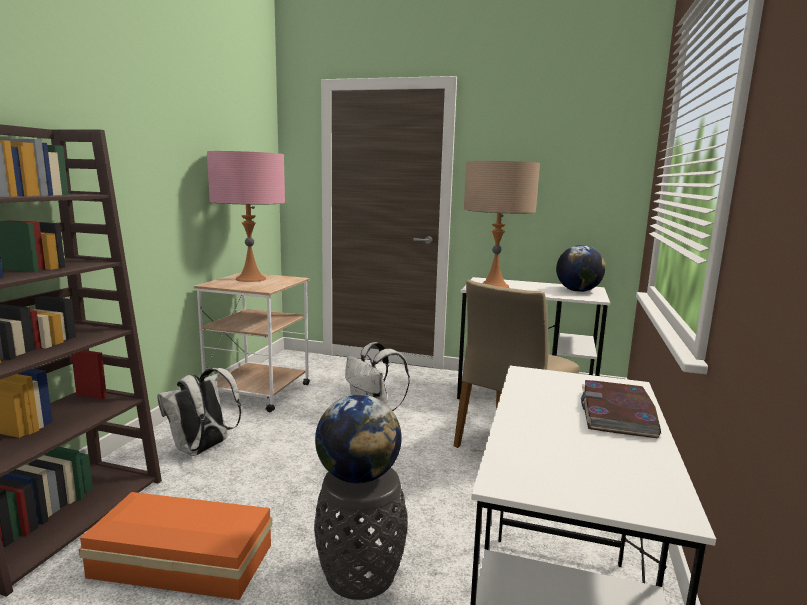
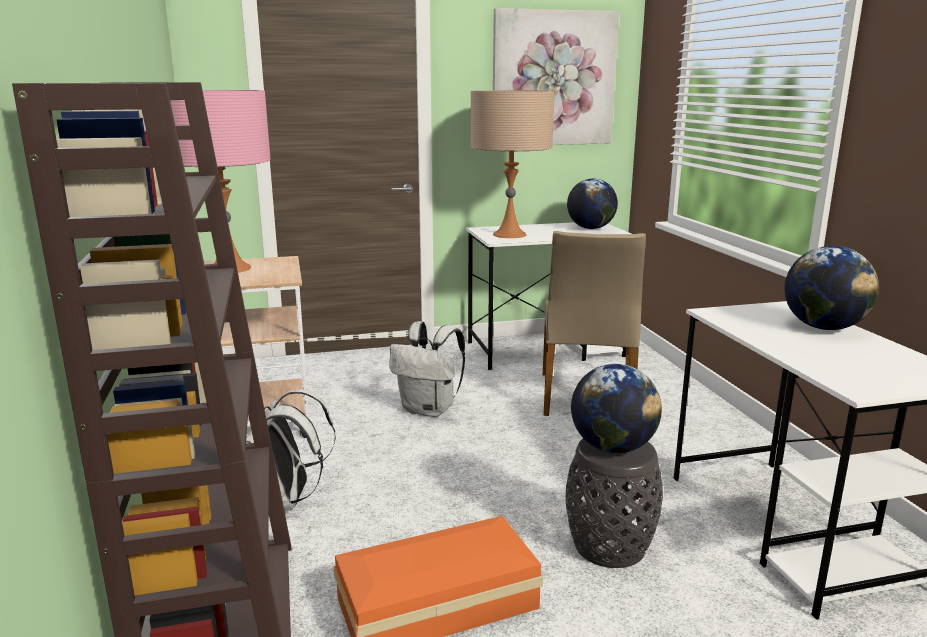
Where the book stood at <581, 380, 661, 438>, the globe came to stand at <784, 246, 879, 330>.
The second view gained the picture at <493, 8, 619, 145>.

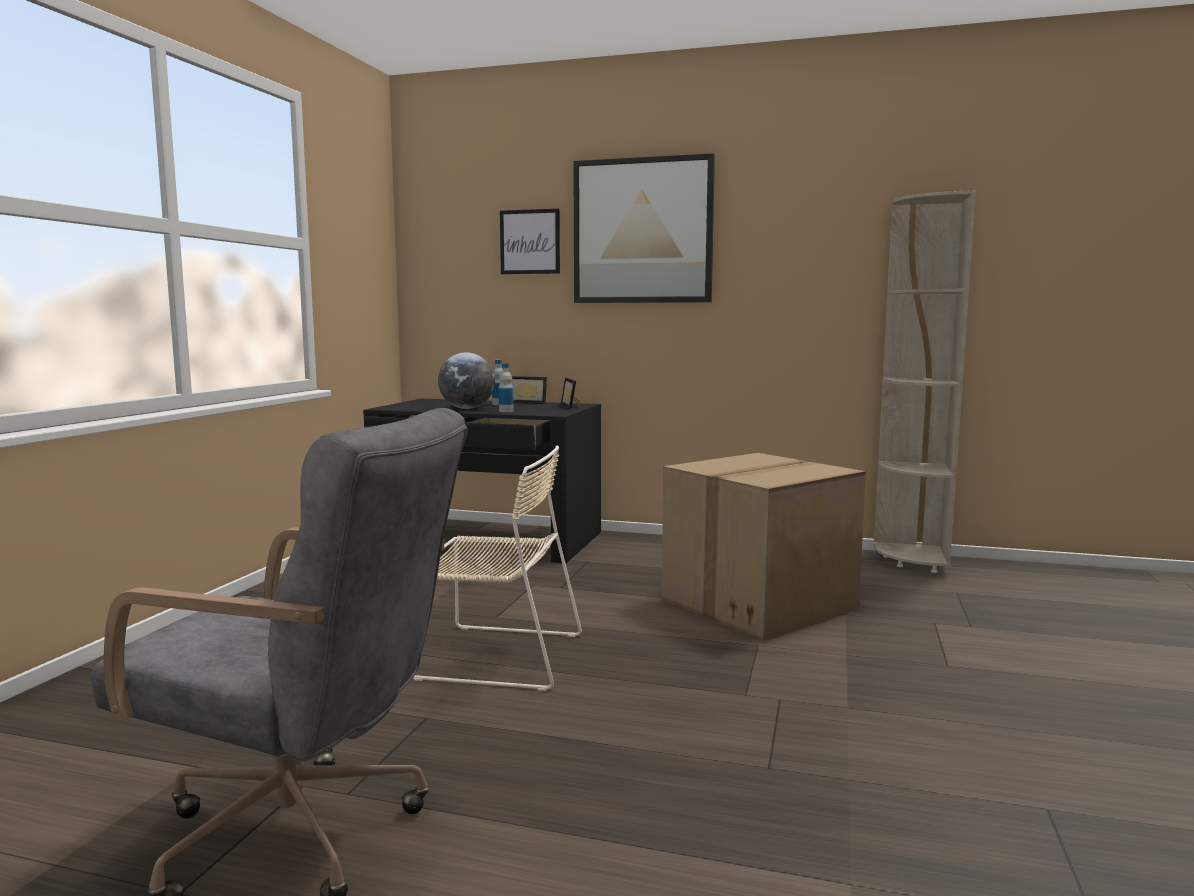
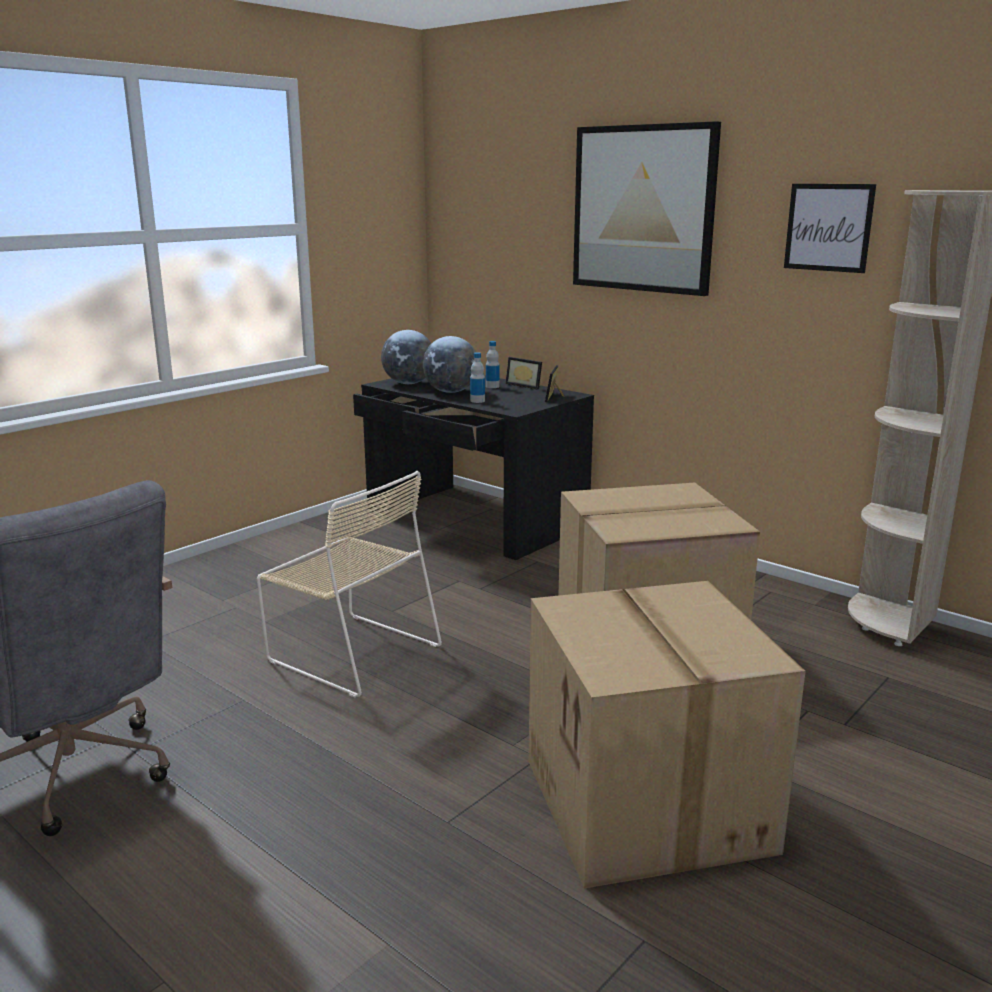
The picture ended up elsewhere, having gone from <500, 209, 560, 274> to <784, 184, 876, 273>.
The second view gained the globe at <381, 330, 431, 384>.
The second view gained the cardboard box at <529, 581, 806, 888>.

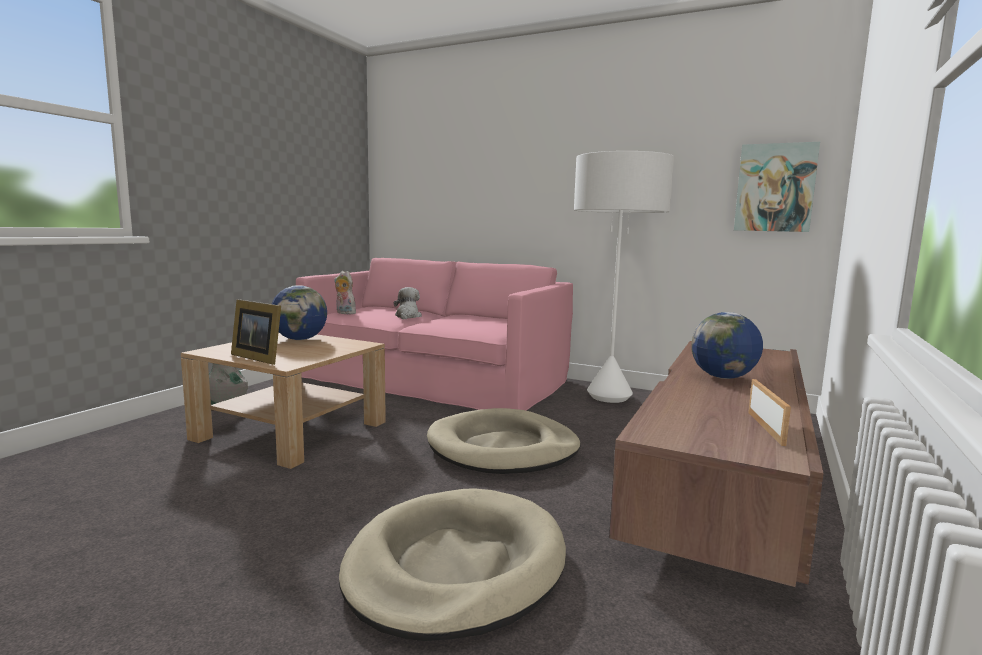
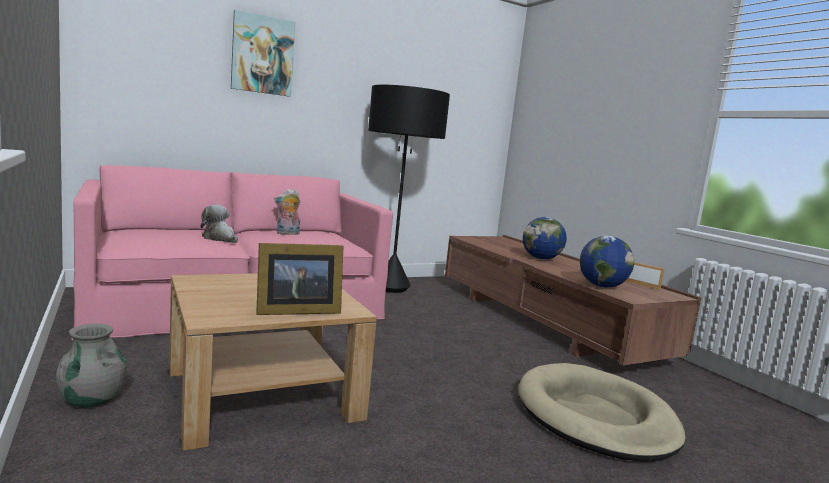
The picture ended up elsewhere, having gone from <734, 142, 820, 232> to <231, 10, 295, 97>.
What was the white floor lamp at <574, 151, 674, 403> turned into the black floor lamp at <368, 85, 450, 293>.
The plush toy ended up elsewhere, having gone from <334, 271, 357, 314> to <274, 189, 300, 235>.
The globe ended up elsewhere, having gone from <272, 285, 327, 340> to <580, 236, 634, 288>.
The second view lost the beige dog bed at <427, 408, 580, 474>.

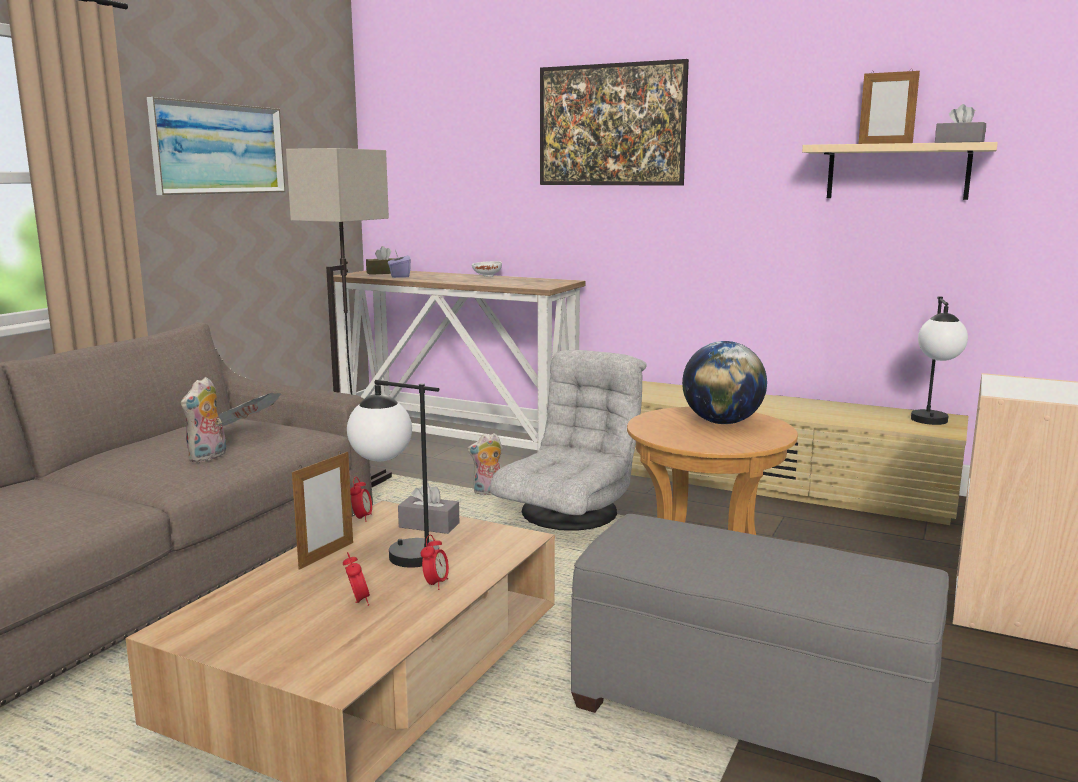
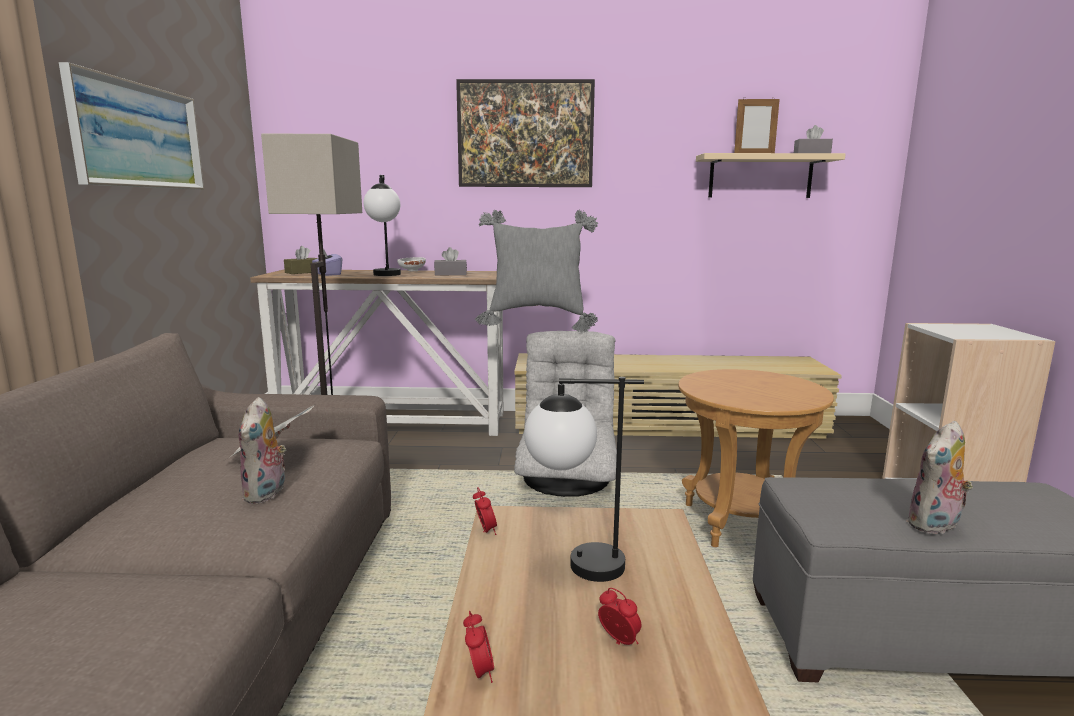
The table lamp ended up elsewhere, having gone from <911, 296, 968, 425> to <364, 175, 401, 276>.
The second view lost the globe at <682, 341, 767, 424>.
The plush toy ended up elsewhere, having gone from <467, 433, 503, 495> to <906, 421, 973, 535>.
The second view lost the picture frame at <292, 451, 353, 570>.
The grey tissue box ended up elsewhere, having gone from <398, 482, 459, 534> to <434, 247, 467, 275>.
The alarm clock ended up elsewhere, having gone from <421, 535, 449, 590> to <463, 611, 494, 683>.
The second view gained the grey pillow at <474, 210, 598, 333>.

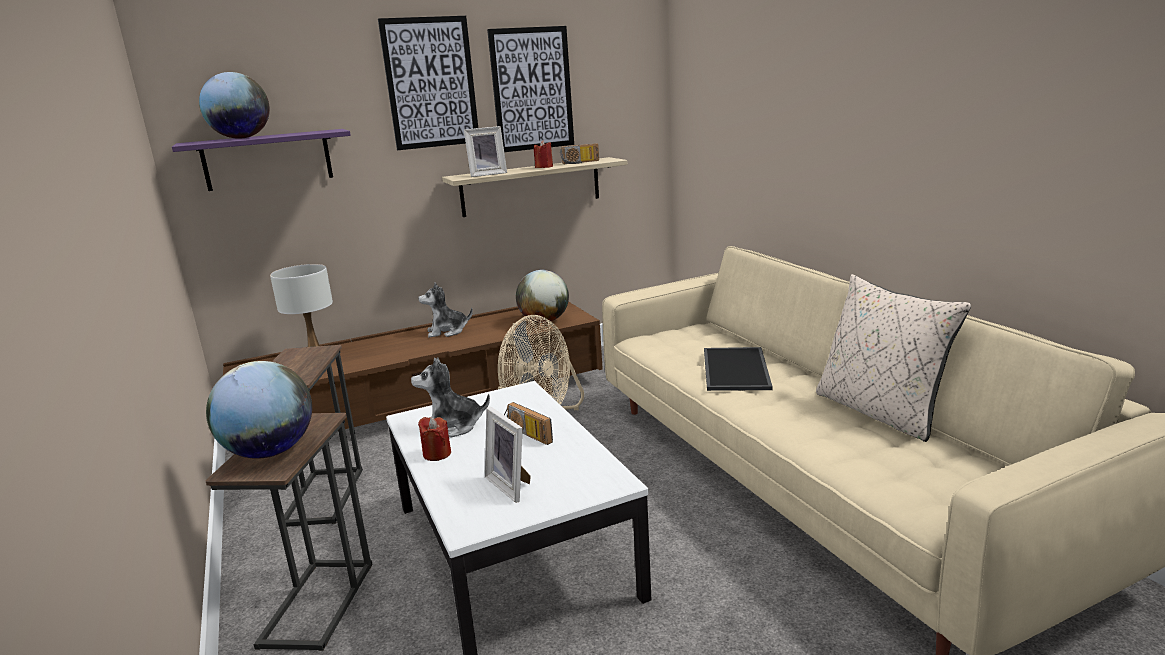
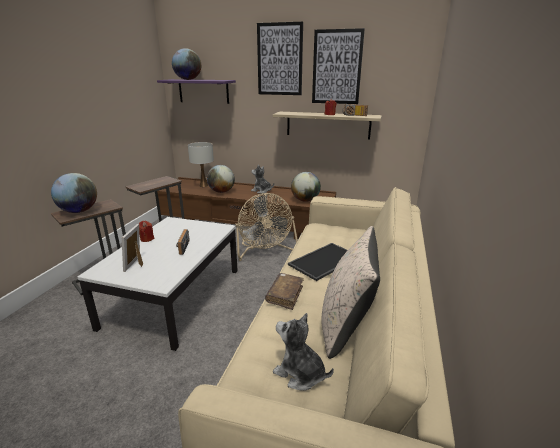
The second view lost the picture frame at <464, 126, 507, 177>.
The plush toy ended up elsewhere, having gone from <411, 357, 490, 438> to <273, 313, 334, 391>.
The second view gained the globe at <207, 165, 235, 193>.
The second view gained the brown book at <265, 273, 304, 310>.

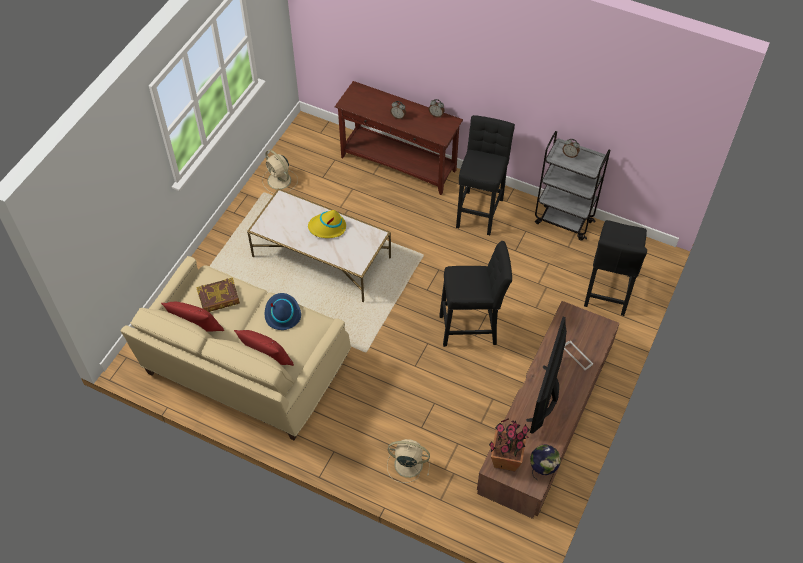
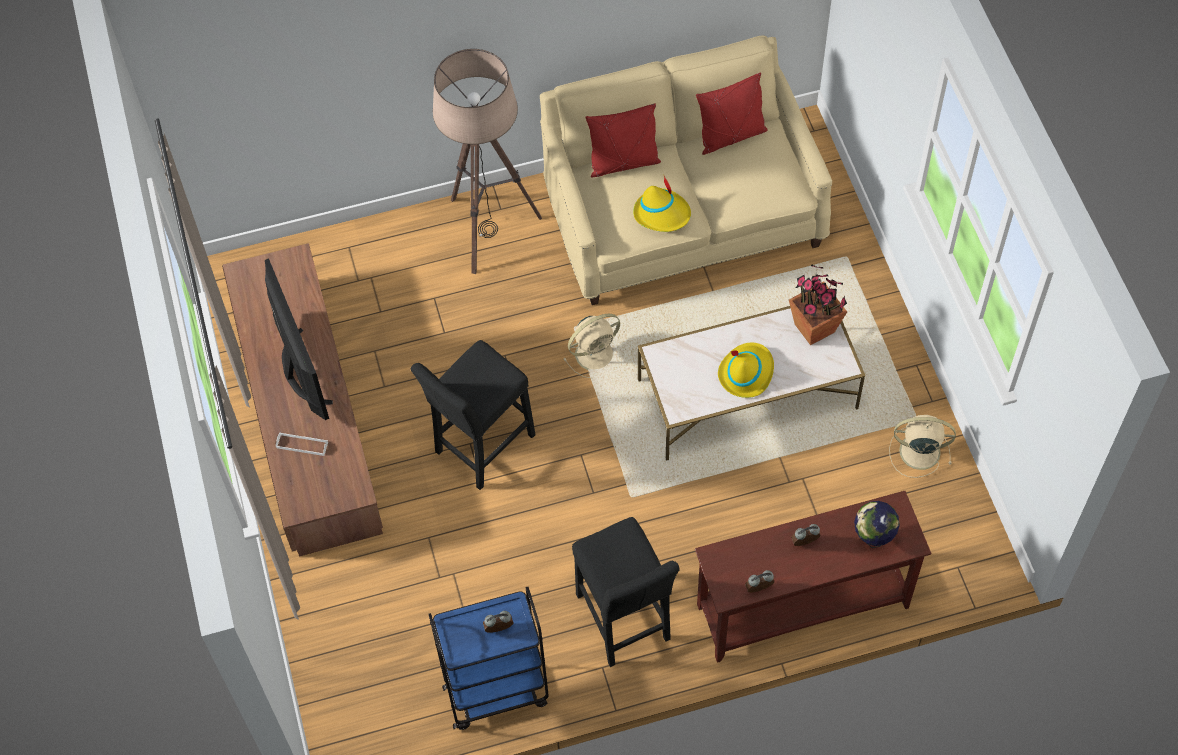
What was the grey cart at <535, 131, 610, 241> turned into the blue cart at <428, 587, 549, 730>.
The second view lost the black stool at <584, 220, 647, 316>.
The second view lost the book at <196, 278, 240, 312>.
What was the blue hat at <265, 293, 301, 330> turned into the yellow hat at <633, 176, 691, 232>.
The potted plant ended up elsewhere, having gone from <489, 418, 530, 471> to <789, 265, 847, 345>.
The beige fan ended up elsewhere, having gone from <387, 439, 430, 483> to <563, 314, 620, 378>.
The globe ended up elsewhere, having gone from <530, 444, 561, 480> to <854, 501, 900, 548>.
The second view gained the floor lamp at <433, 49, 542, 274>.

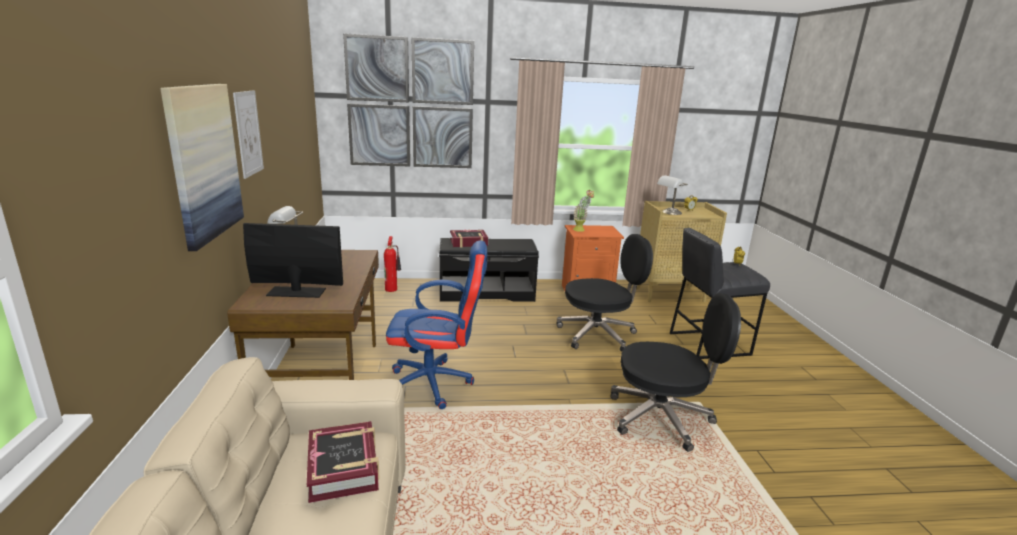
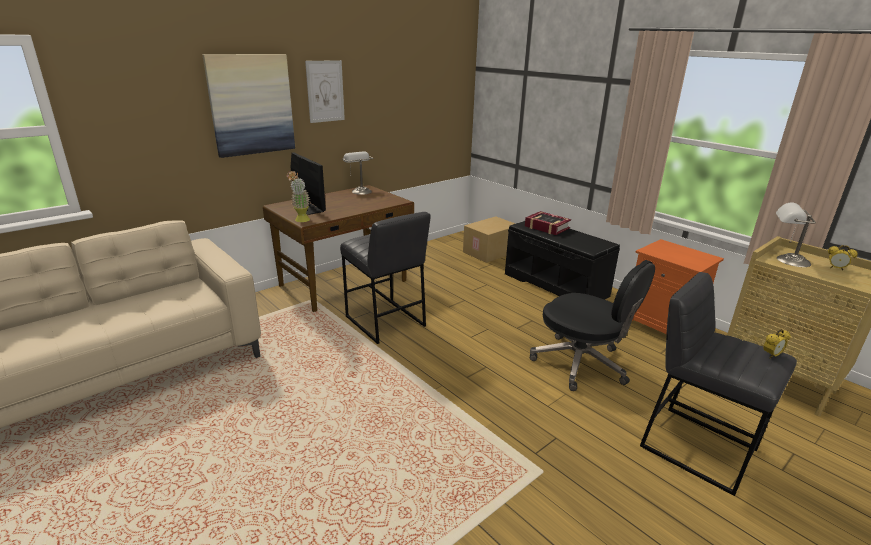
The second view lost the picture at <343, 33, 474, 168>.
The potted plant ended up elsewhere, having gone from <573, 190, 594, 232> to <286, 171, 311, 222>.
Where the fire extinguisher stood at <384, 236, 401, 292>, the cardboard box came to stand at <463, 216, 516, 263>.
Where the blue office chair stood at <386, 241, 487, 409>, the grey stool came to stand at <340, 212, 431, 344>.
The second view lost the black office chair at <611, 293, 741, 452>.
The second view lost the book at <307, 421, 380, 503>.

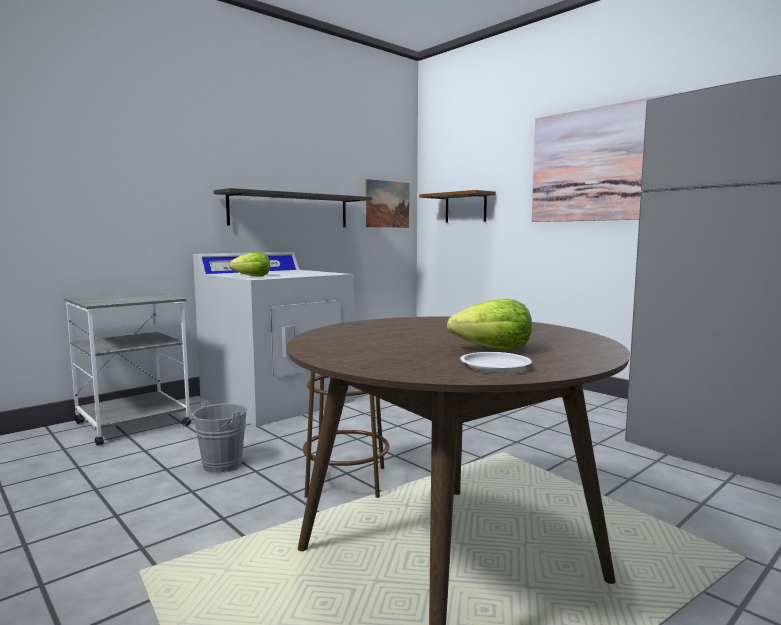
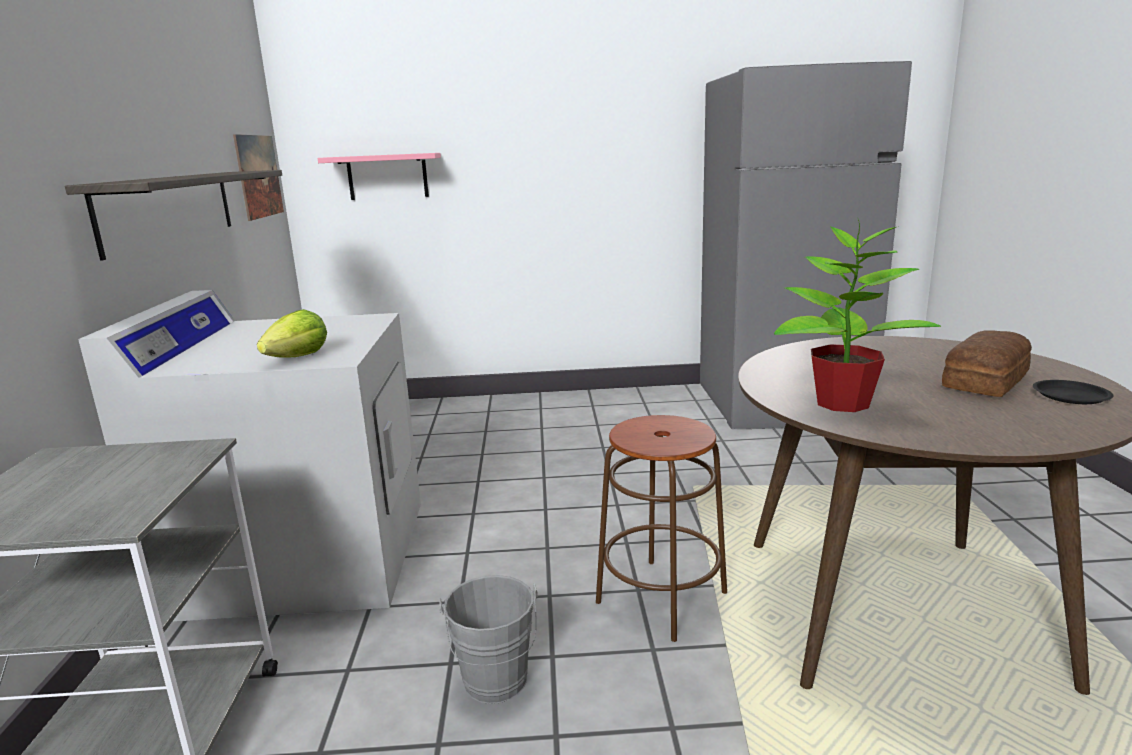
The second view lost the picture at <532, 92, 681, 222>.
What was the brown shelf at <419, 190, 496, 223> turned into the pink shelf at <318, 153, 441, 200>.
Where the lettuce stood at <447, 299, 532, 350>, the bread came to stand at <942, 331, 1032, 397>.
What was the white plate at <460, 352, 532, 372> turned into the black plate at <1033, 380, 1113, 404>.
The second view gained the potted plant at <774, 217, 941, 412>.

